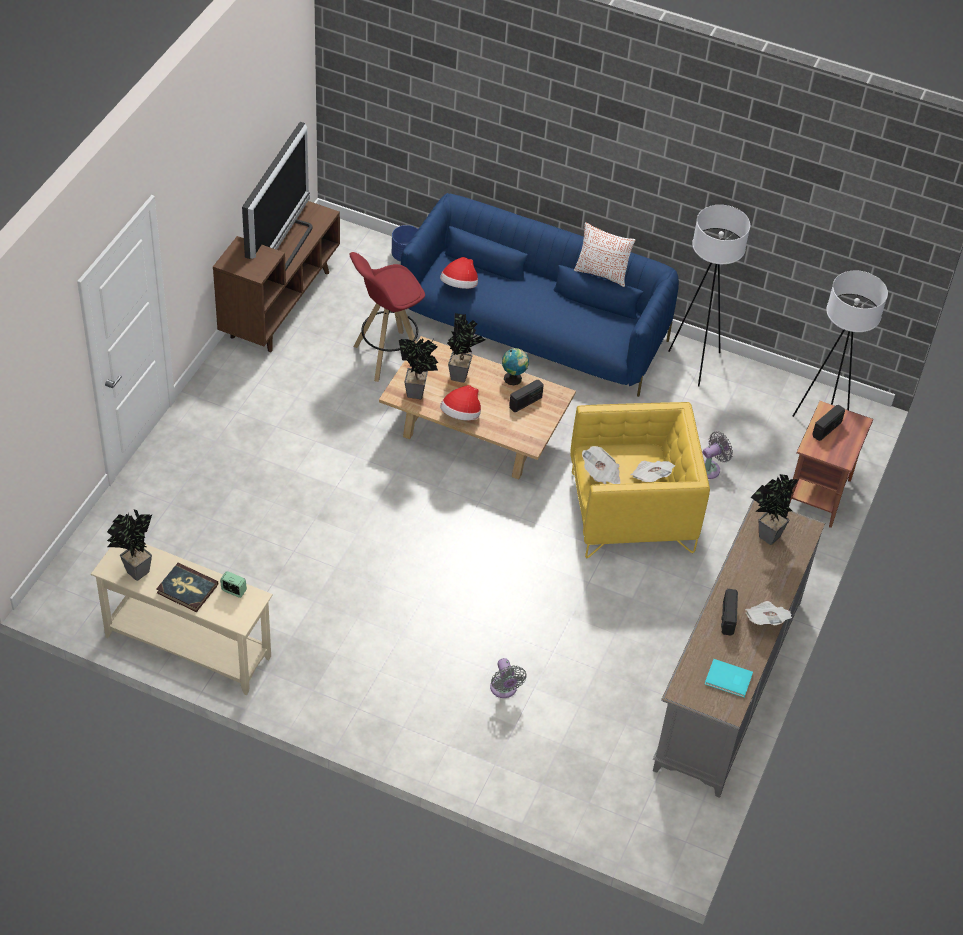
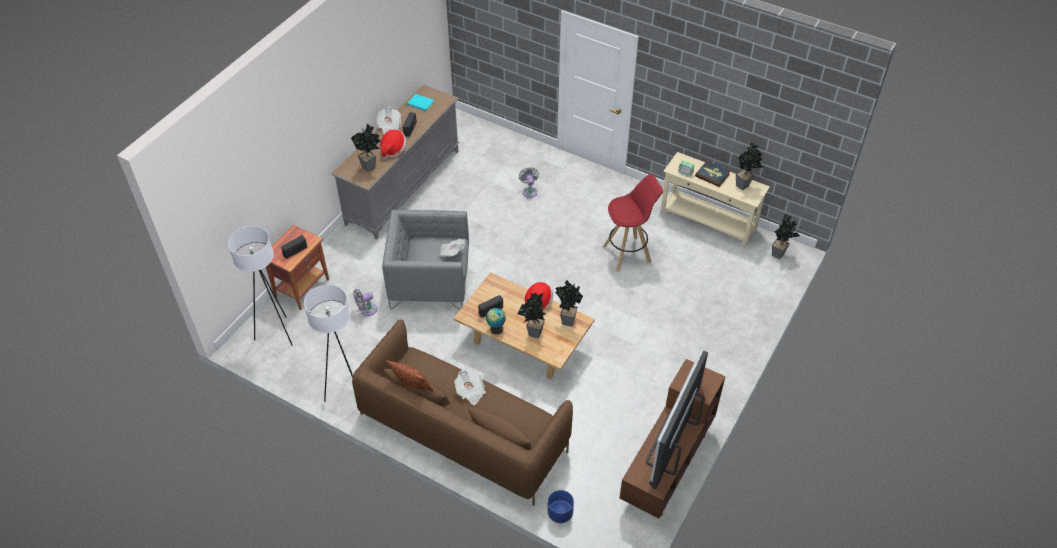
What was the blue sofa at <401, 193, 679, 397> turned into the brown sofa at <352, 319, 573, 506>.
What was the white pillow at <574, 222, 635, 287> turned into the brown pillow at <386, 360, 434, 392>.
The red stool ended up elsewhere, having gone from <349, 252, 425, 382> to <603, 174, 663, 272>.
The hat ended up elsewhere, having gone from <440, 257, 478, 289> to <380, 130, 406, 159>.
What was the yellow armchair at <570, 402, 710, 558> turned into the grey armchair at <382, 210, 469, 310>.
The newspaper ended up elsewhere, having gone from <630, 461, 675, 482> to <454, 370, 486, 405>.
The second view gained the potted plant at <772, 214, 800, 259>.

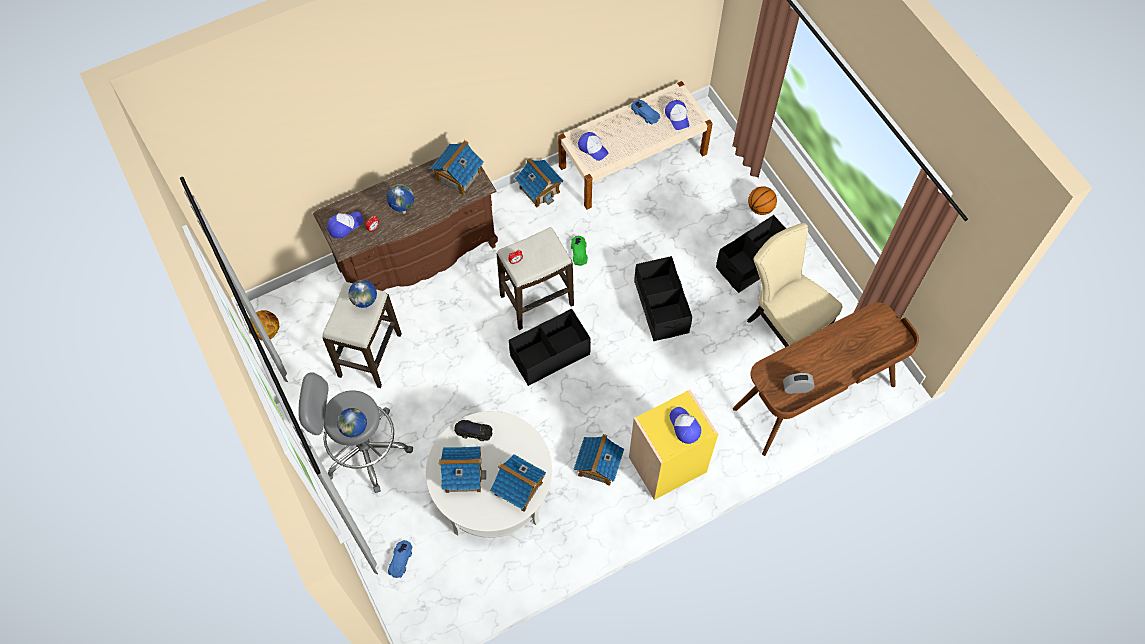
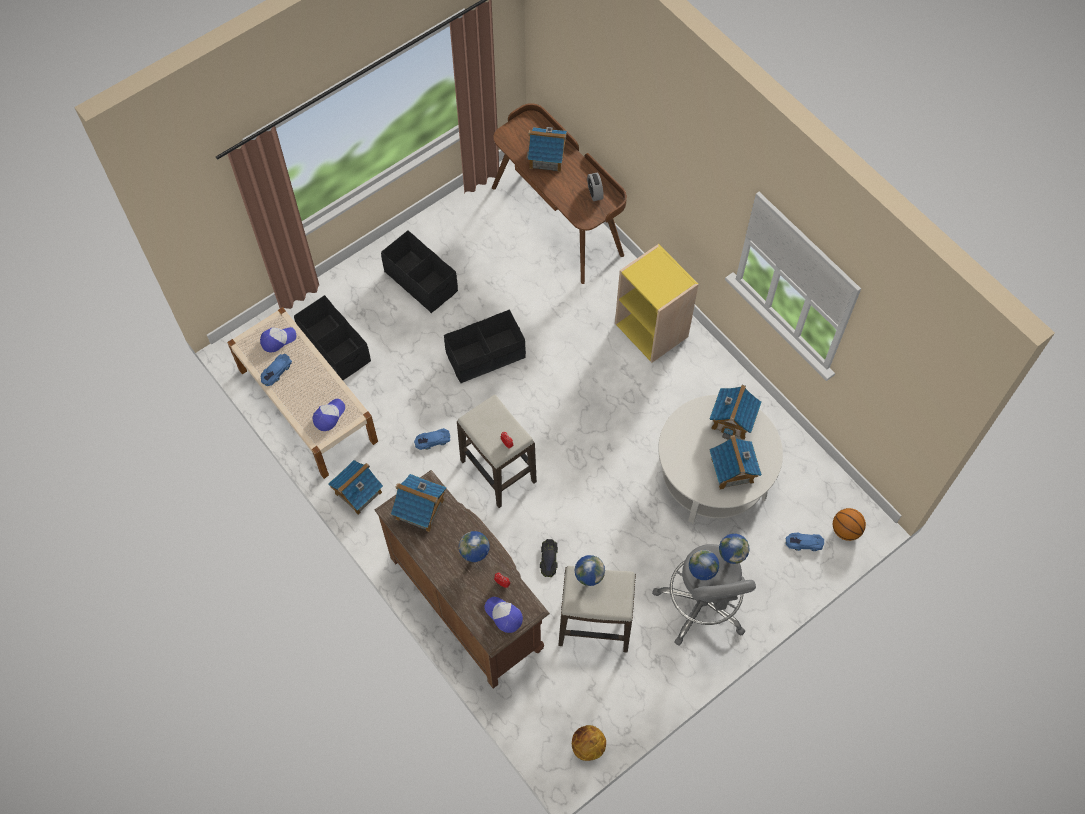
The basketball ended up elsewhere, having gone from <748, 186, 777, 215> to <833, 508, 866, 541>.
The second view lost the beige chair at <747, 223, 843, 347>.
What was the green toy car at <571, 236, 588, 266> turned into the blue toy car at <414, 428, 450, 450>.
The black storage box ended up elsewhere, having gone from <509, 309, 591, 386> to <294, 295, 371, 380>.
The second view lost the cap at <670, 407, 701, 444>.
The black toy car ended up elsewhere, having gone from <454, 420, 492, 441> to <540, 539, 558, 577>.
The toy house ended up elsewhere, having gone from <574, 434, 624, 486> to <526, 127, 567, 172>.
The second view gained the globe at <689, 550, 719, 580>.

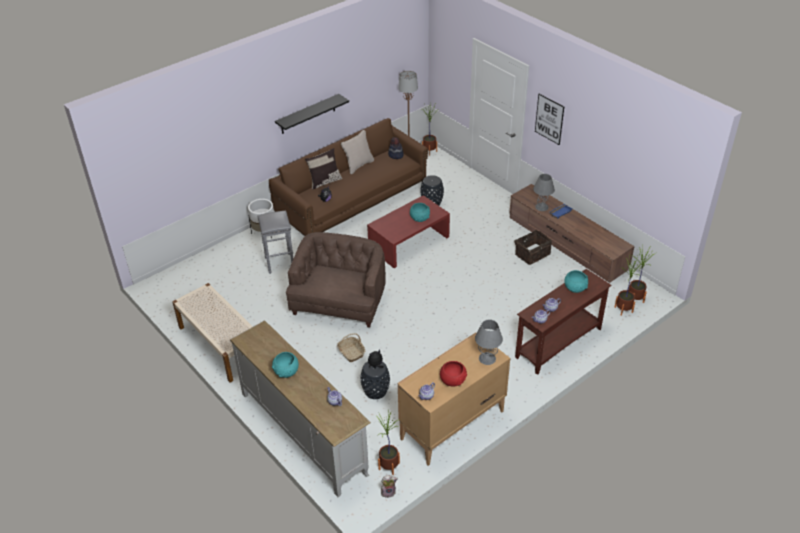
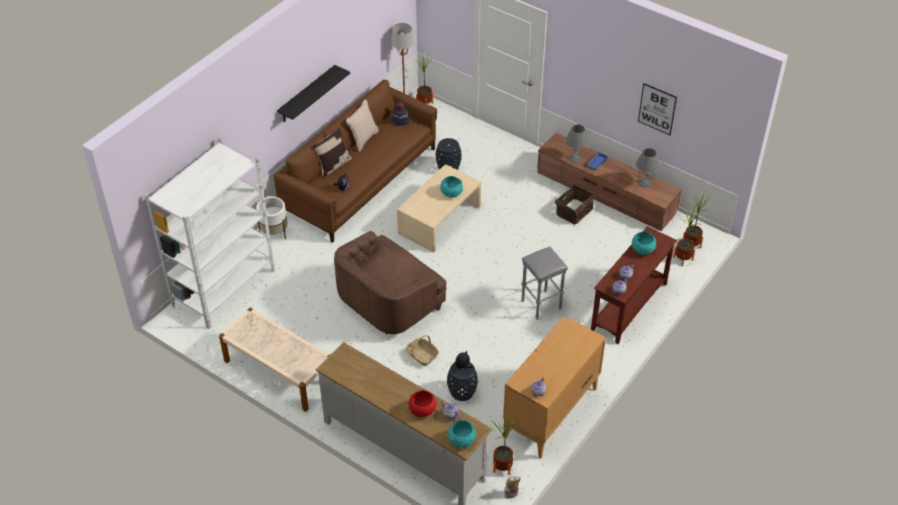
The picture ended up elsewhere, having gone from <535, 94, 564, 145> to <638, 83, 677, 135>.
What was the red coffee table at <367, 195, 450, 268> turned into the beige coffee table at <397, 164, 481, 252>.
The grey stool ended up elsewhere, having gone from <257, 211, 293, 274> to <521, 247, 568, 320>.
The brown armchair at <286, 232, 386, 327> ended up facing another way, 135 degrees counterclockwise from before.
The grey table lamp ended up elsewhere, having gone from <475, 319, 503, 365> to <636, 148, 660, 188>.
The turquoise bowl ended up elsewhere, having gone from <272, 352, 299, 378> to <448, 420, 476, 448>.
The red bowl ended up elsewhere, having gone from <440, 361, 467, 386> to <409, 390, 437, 417>.
The second view gained the white bookcase at <145, 138, 275, 329>.

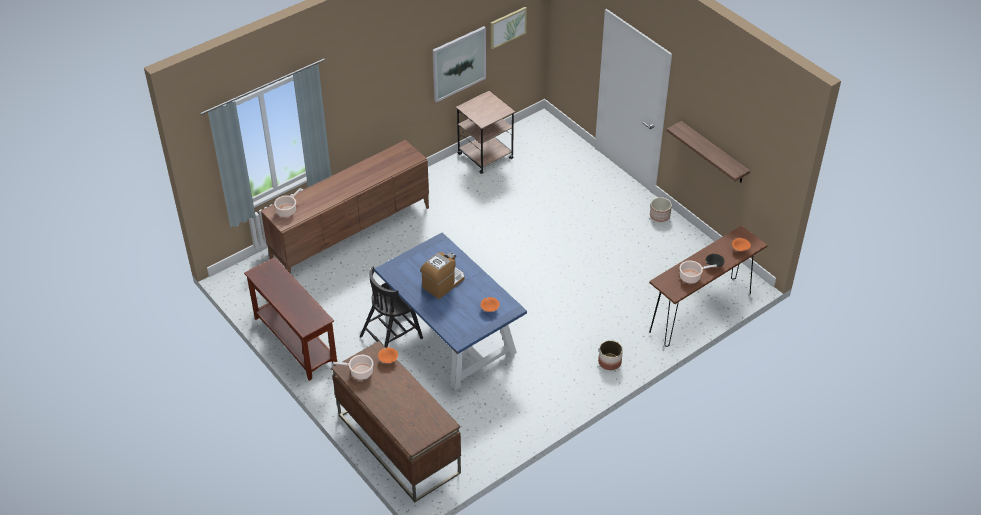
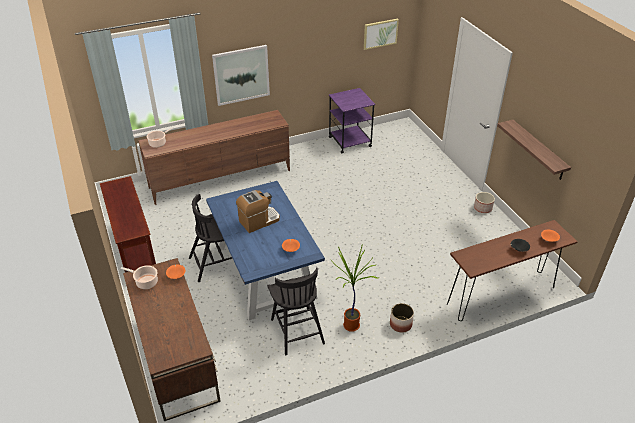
The picture ended up elsewhere, having gone from <433, 26, 486, 103> to <212, 45, 270, 106>.
What was the brown cart at <456, 91, 515, 174> turned into the purple cart at <329, 88, 375, 154>.
The second view lost the cooking pot at <680, 260, 717, 283>.
The second view gained the potted plant at <336, 243, 380, 332>.
The second view gained the black chair at <267, 267, 325, 355>.

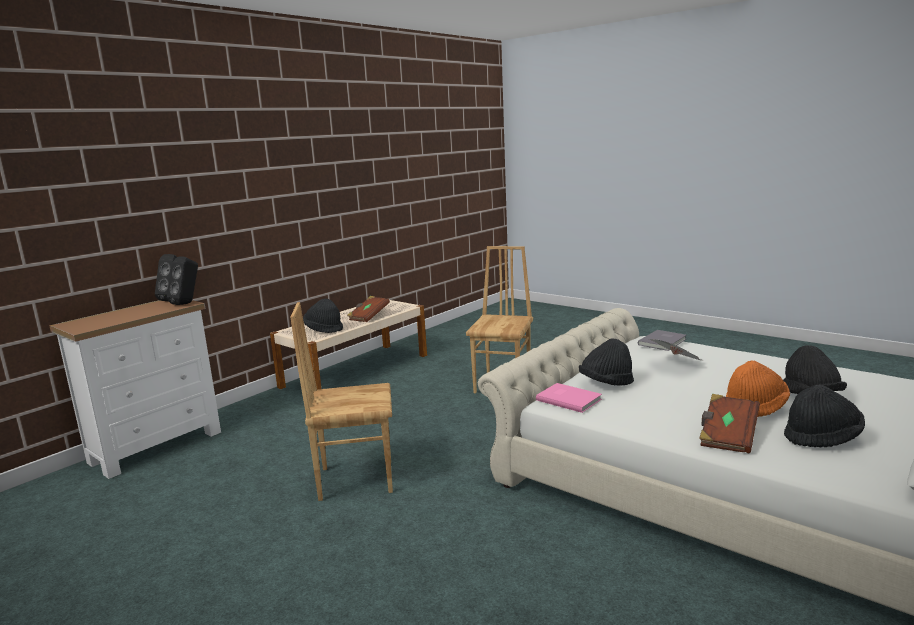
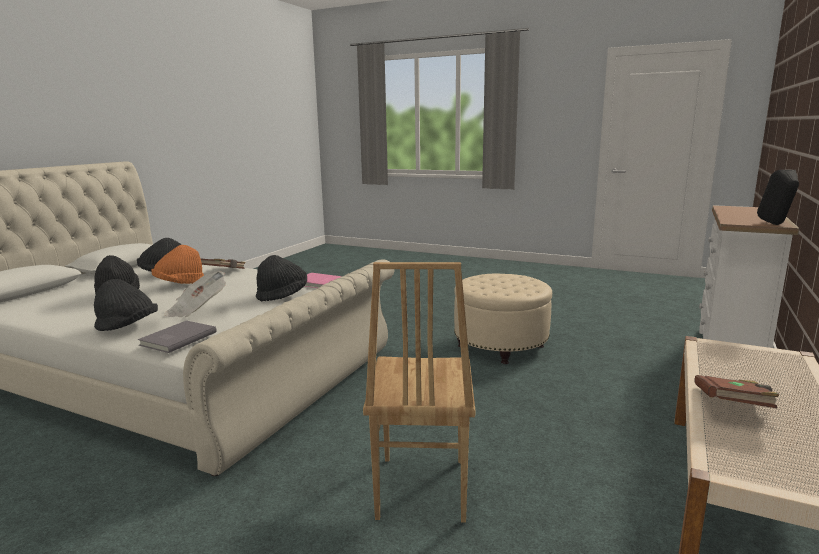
The second view lost the black speaker at <167, 256, 198, 305>.
The black hat ended up elsewhere, having gone from <303, 298, 343, 333> to <94, 279, 158, 331>.
Where the brown chair stood at <290, 302, 393, 501>, the beige ottoman came to stand at <454, 274, 552, 364>.

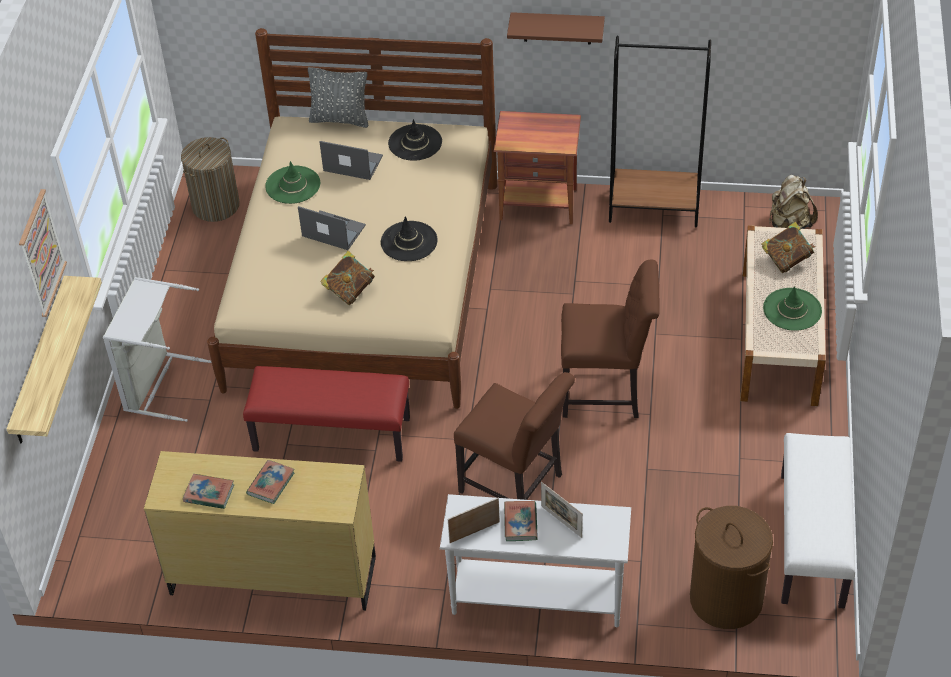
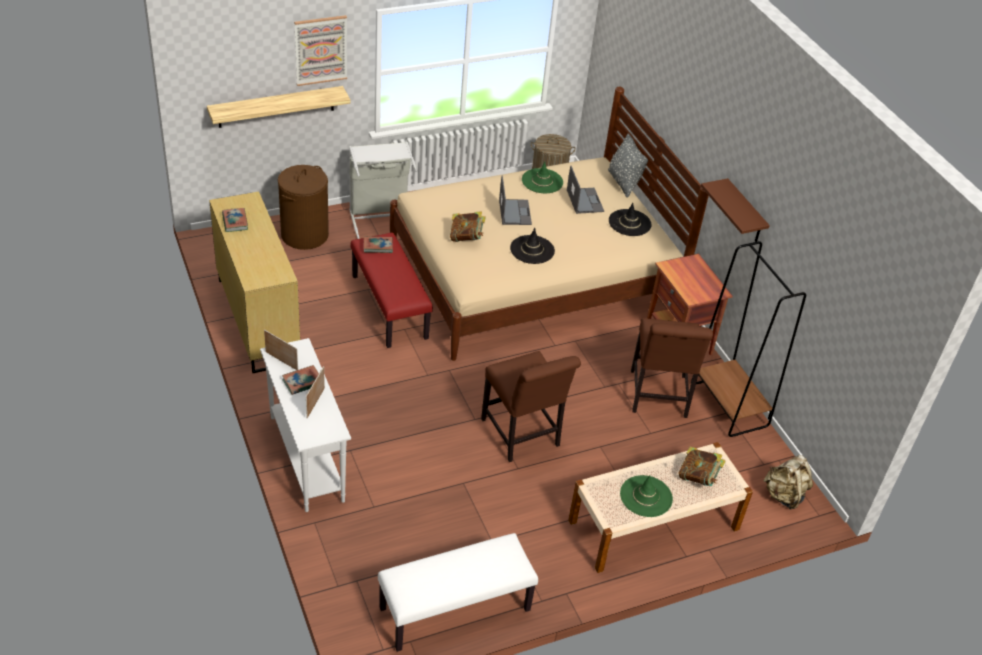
The brown chair ended up elsewhere, having gone from <454, 372, 575, 500> to <631, 318, 713, 418>.
The book ended up elsewhere, having gone from <246, 460, 295, 504> to <364, 237, 393, 253>.
The brown laundry basket ended up elsewhere, having gone from <690, 506, 773, 629> to <278, 165, 329, 250>.

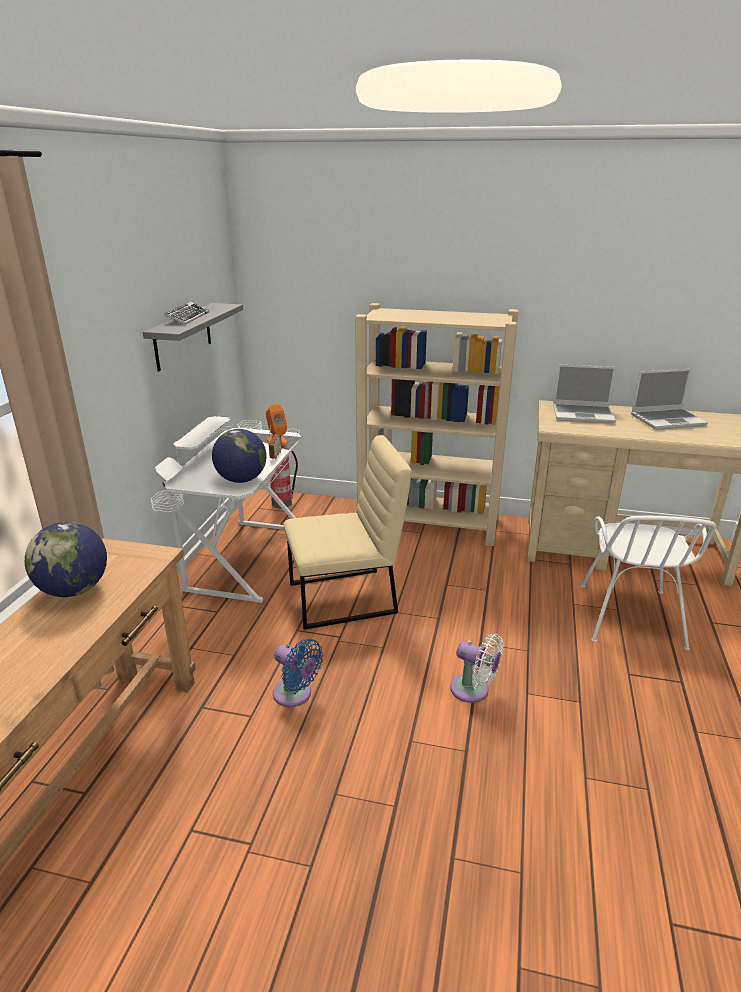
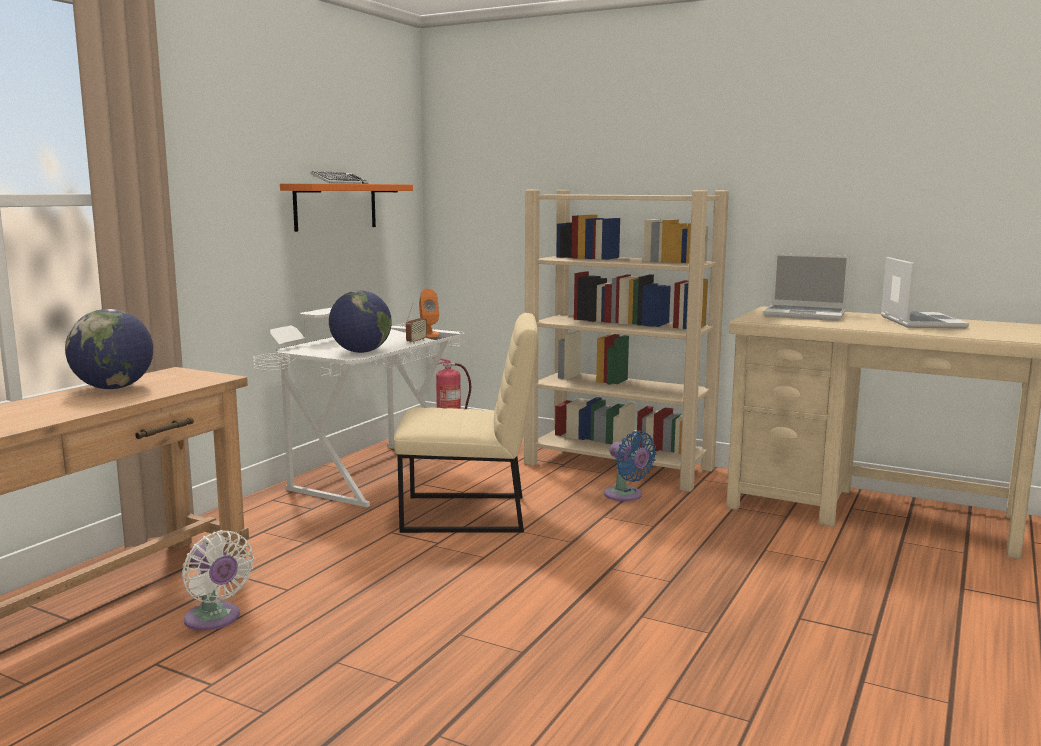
What was the grey shelf at <143, 303, 243, 372> turned into the orange shelf at <280, 183, 413, 232>.
The laptop at <631, 369, 708, 430> ended up facing another way, 90 degrees counterclockwise from before.
The second view lost the white chair at <580, 516, 716, 651>.
The white fan ended up elsewhere, having gone from <450, 634, 504, 703> to <182, 530, 254, 631>.
The blue fan ended up elsewhere, having gone from <273, 639, 323, 707> to <604, 431, 657, 501>.

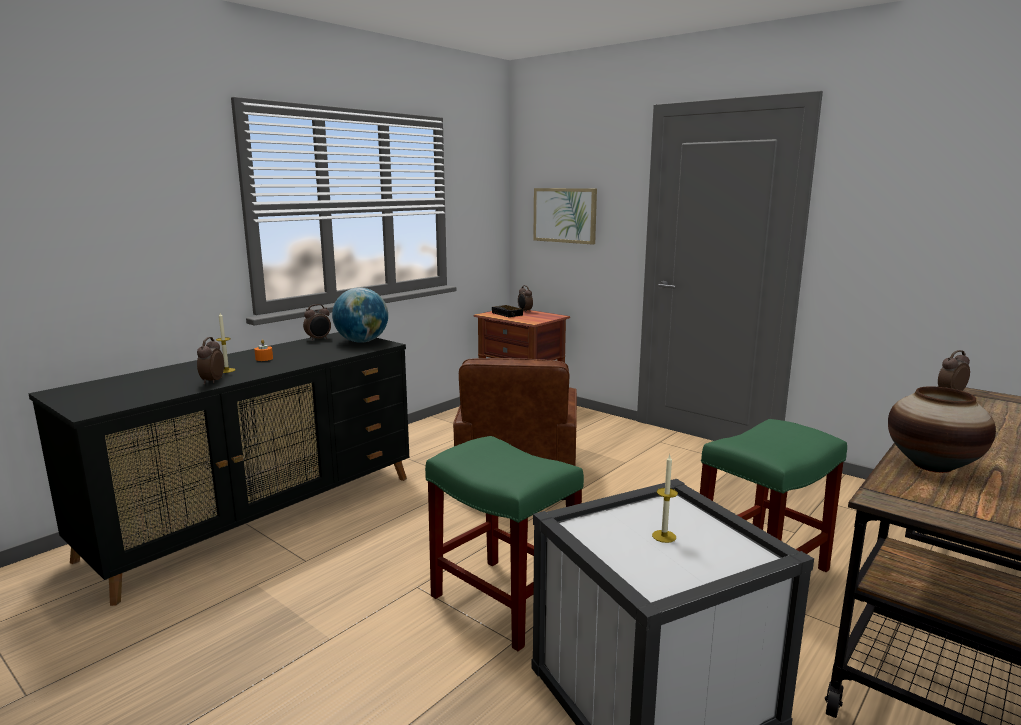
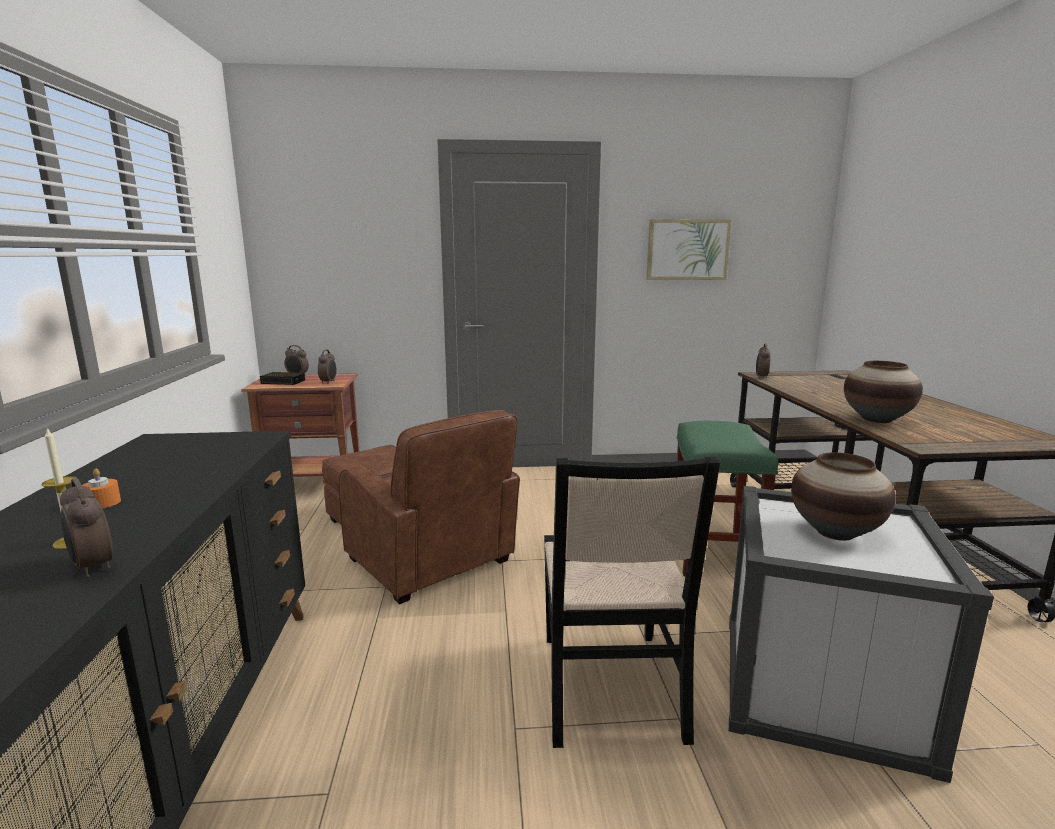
The picture ended up elsewhere, having gone from <533, 188, 597, 244> to <646, 219, 732, 280>.
The second view lost the globe at <332, 288, 388, 343>.
The alarm clock ended up elsewhere, having gone from <303, 304, 331, 341> to <318, 350, 337, 384>.
Where the green stool stood at <425, 436, 584, 651>, the chair came to stand at <544, 457, 720, 748>.
Where the candle stood at <652, 455, 678, 543>, the vase came to stand at <791, 452, 896, 541>.

